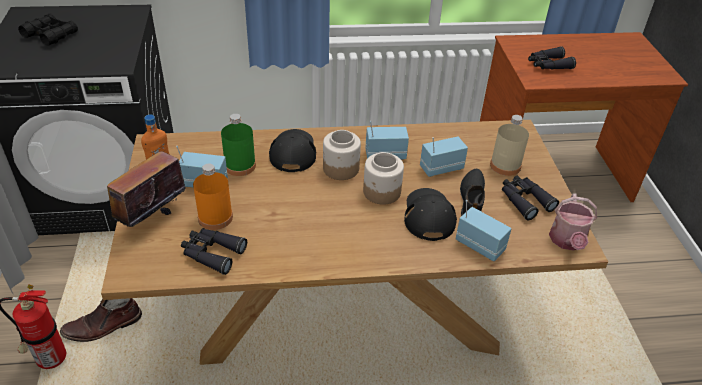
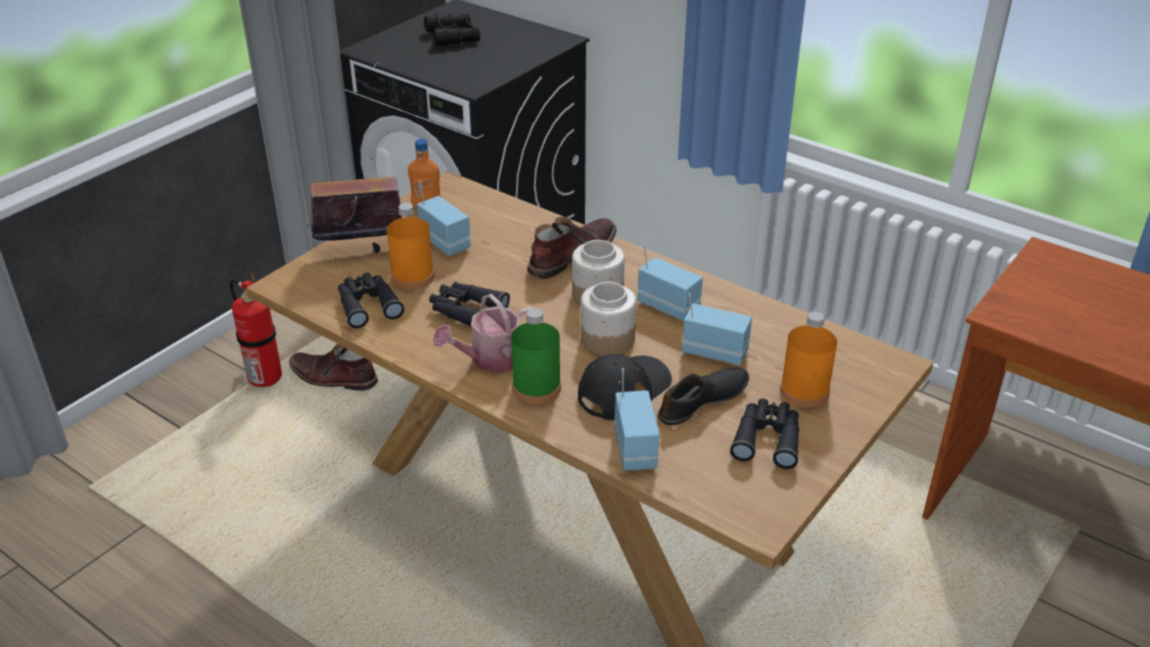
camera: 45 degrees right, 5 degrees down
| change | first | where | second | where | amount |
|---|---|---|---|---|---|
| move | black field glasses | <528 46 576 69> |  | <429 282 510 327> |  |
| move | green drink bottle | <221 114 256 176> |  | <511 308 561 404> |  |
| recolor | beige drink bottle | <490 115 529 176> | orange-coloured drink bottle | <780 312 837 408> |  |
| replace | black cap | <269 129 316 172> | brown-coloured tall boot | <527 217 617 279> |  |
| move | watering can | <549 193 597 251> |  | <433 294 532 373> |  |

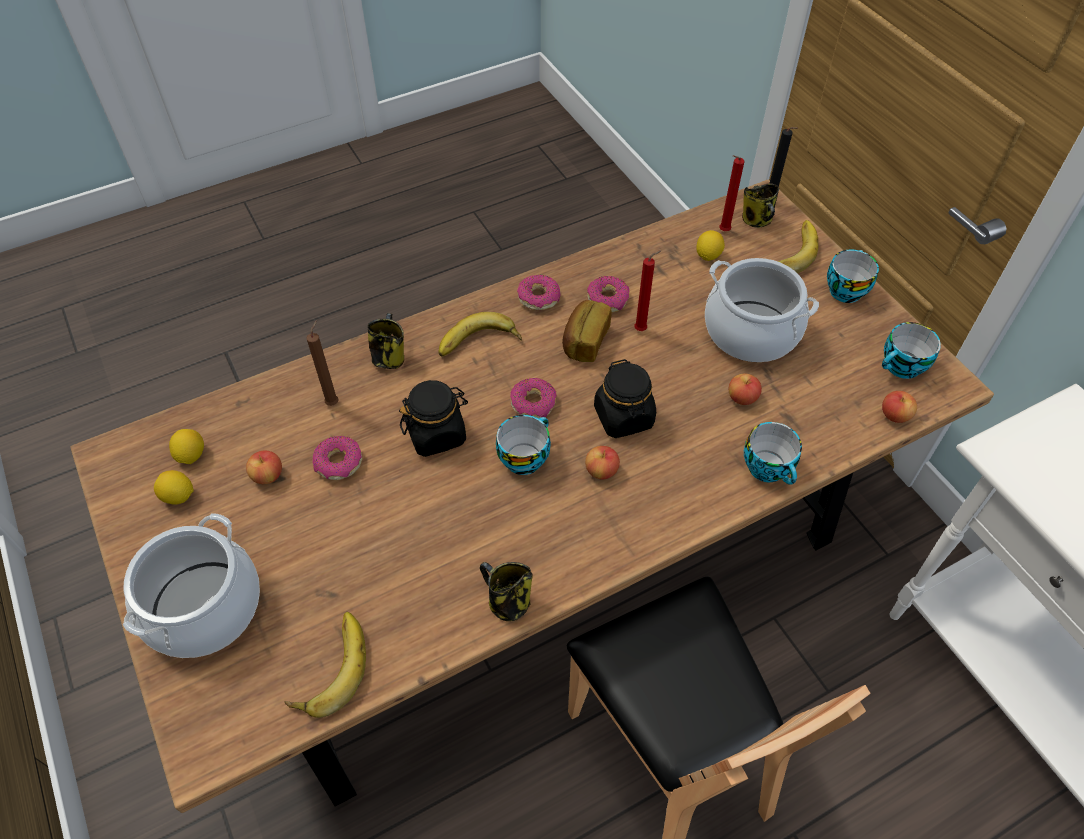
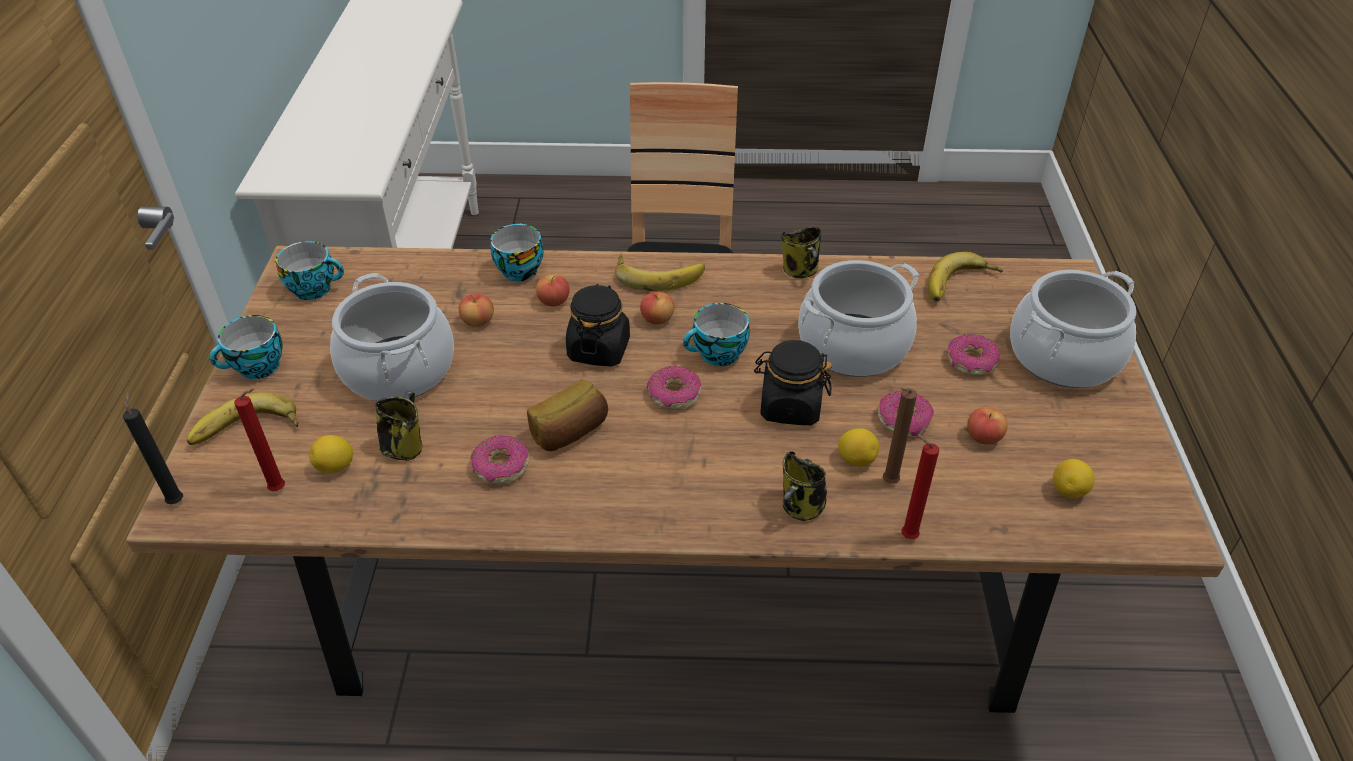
camera: 150 degrees left, 10 degrees down
| change | first | where | second | where | amount |
|---|---|---|---|---|---|
| move | coffee mug | <742 183 779 228> |  | <375 391 423 461> |  |
| move | red-coloured wax light | <634 250 662 331> |  | <901 435 939 539> |  |
| move | doughnut | <517 275 561 310> |  | <948 334 1000 375> |  |
| move | banana fruit | <438 312 522 356> |  | <615 253 705 291> |  |
| move | whole apple | <882 391 917 423> |  | <536 274 570 307> |  |
| move | lemon | <154 470 194 504> |  | <838 428 879 467> |  |
| insert |  |  | saucepot | <798 260 919 377> |  |

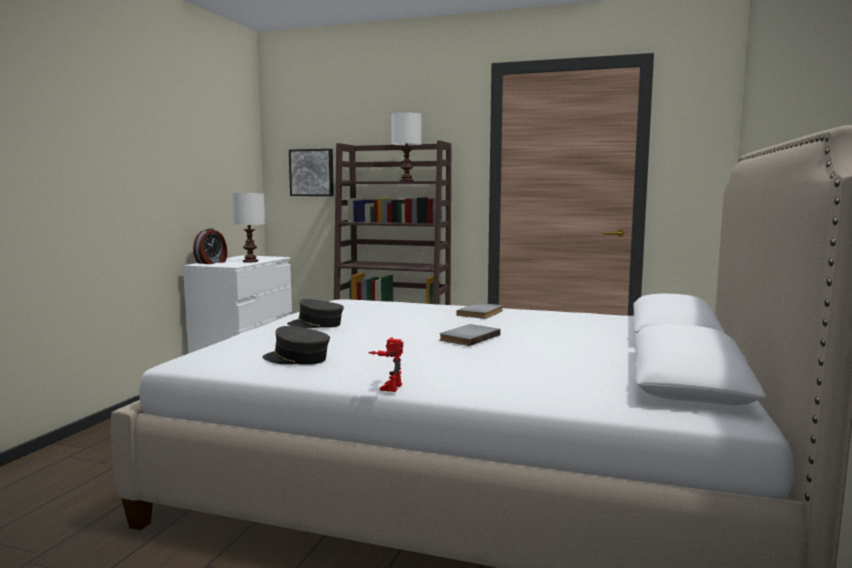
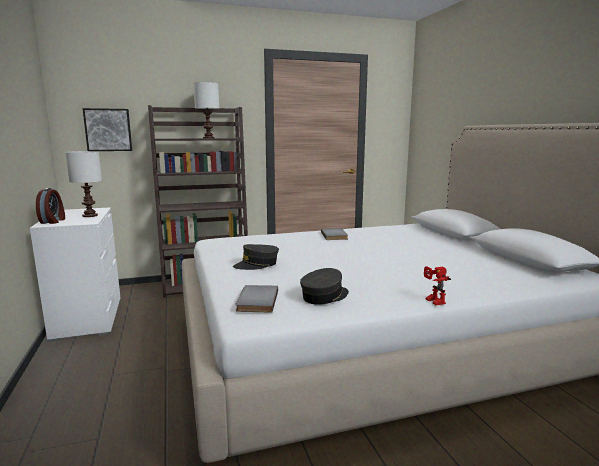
camera: 35 degrees left, 5 degrees up
| change | first | where | second | where | amount |
|---|---|---|---|---|---|
| move | greyish volume | <439 324 501 346> |  | <236 285 278 312> |  |
| rotate | greyish cap | <262 326 330 365> |  | <300 268 349 305> | 150 degrees clockwise |

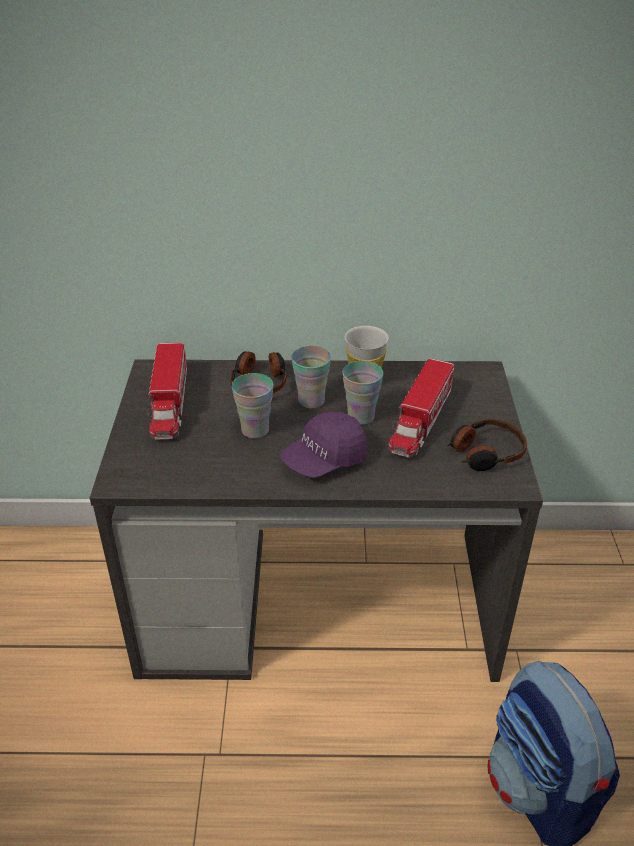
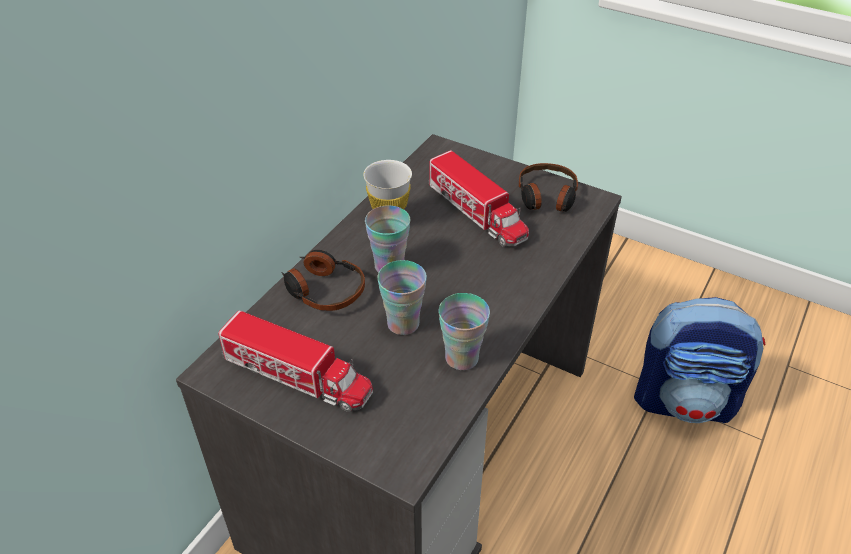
camera: 60 degrees left, 5 degrees up
| change | first | where | second | where | amount |
|---|---|---|---|---|---|
| move | small cup | <343 361 383 425> |  | <438 293 490 370> |  |
| delete | purple-coloured cap | <280 412 367 478> |  |  |  |

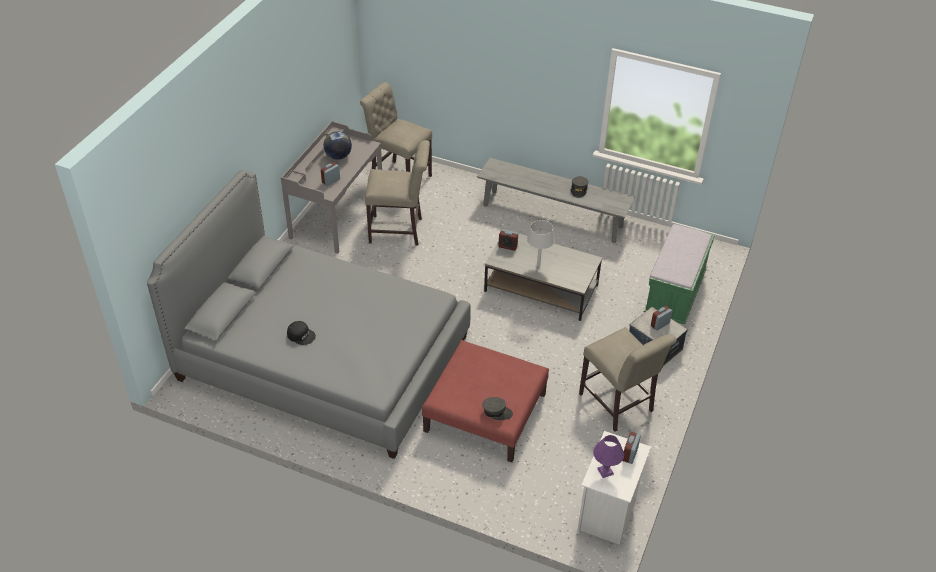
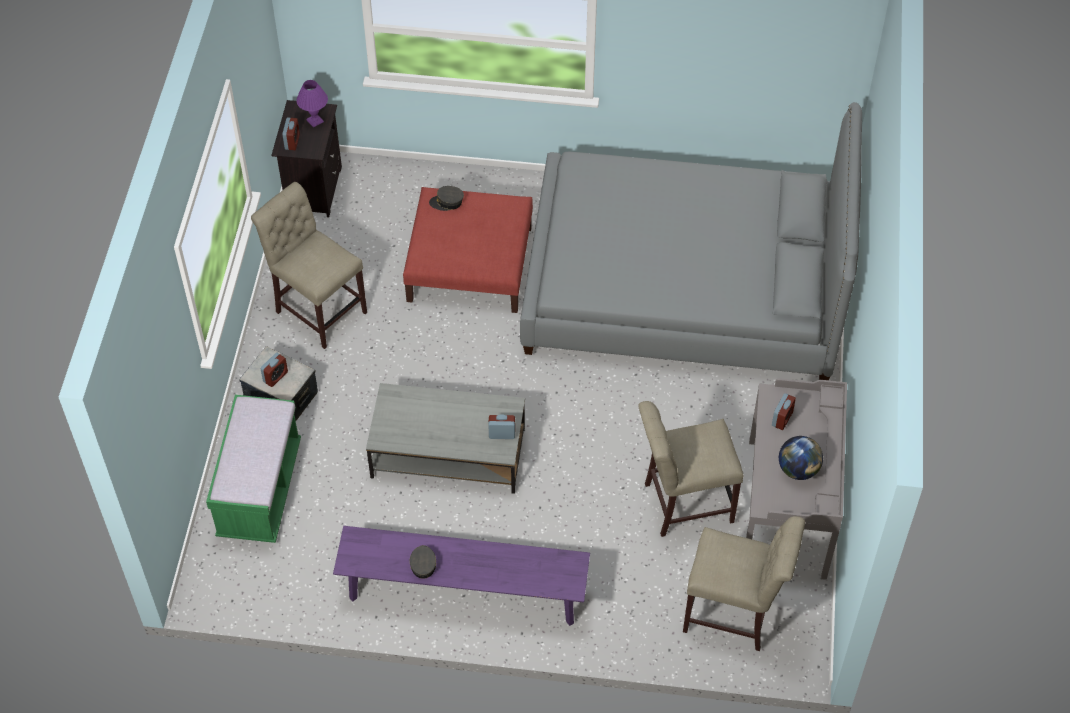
camera: 165 degrees right, 10 degrees up
| change | first | where | second | where | amount |
|---|---|---|---|---|---|
| recolor | greyish bench | <477 158 635 243> | purple-coloured bench | <333 526 590 626> |  |
| delete | greyish tabletop lamp | <527 220 555 266> |  |  |  |
| delete | black cap | <287 321 316 345> |  |  |  |
| recolor | whitish bedside table | <577 431 651 545> | black bedside table | <271 100 342 217> |  |

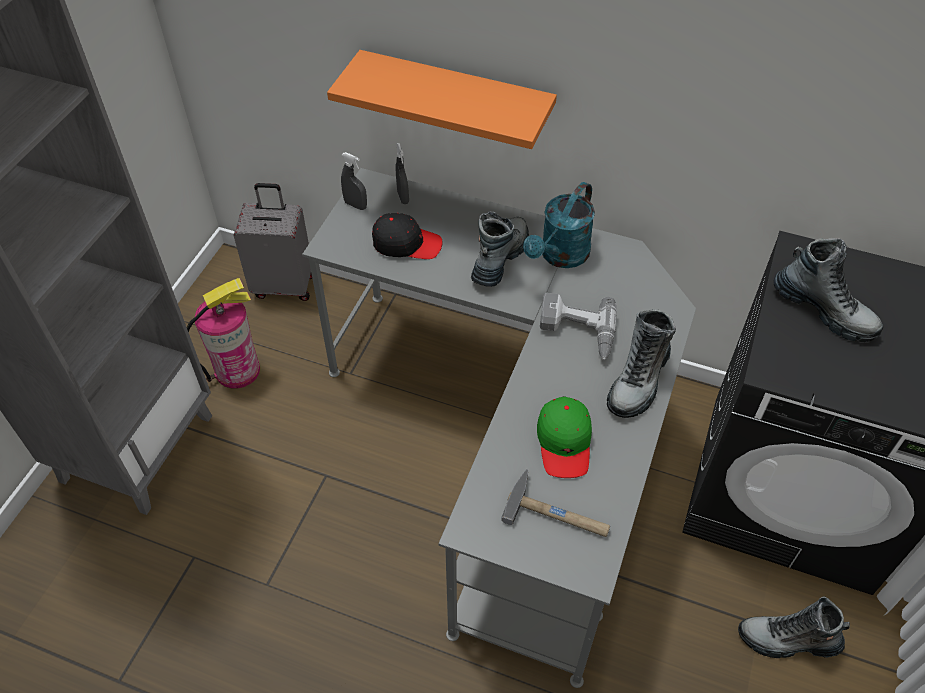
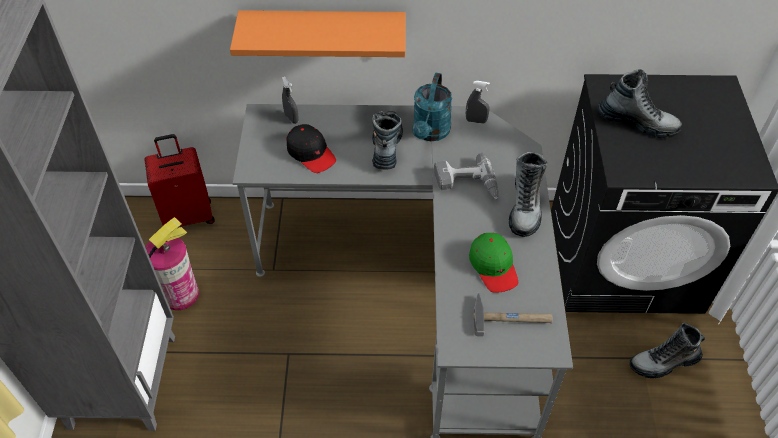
camera: 20 degrees left, 0 degrees up
| change | first | where | second | where | amount |
|---|---|---|---|---|---|
| move | greyish sprayer | <341 152 367 210> |  | <466 81 490 124> |  |
| recolor | greyish piece of luggage | <233 183 312 301> | red-coloured piece of luggage | <144 134 215 227> |  |
| rotate | black cap | <372 213 443 259> |  | <287 124 336 173> | 60 degrees clockwise |

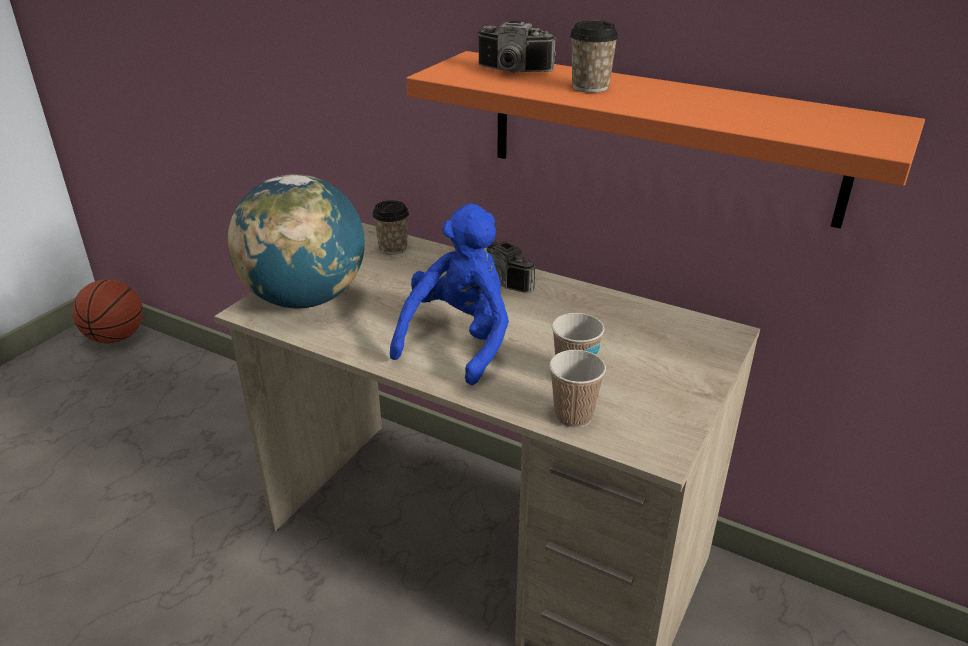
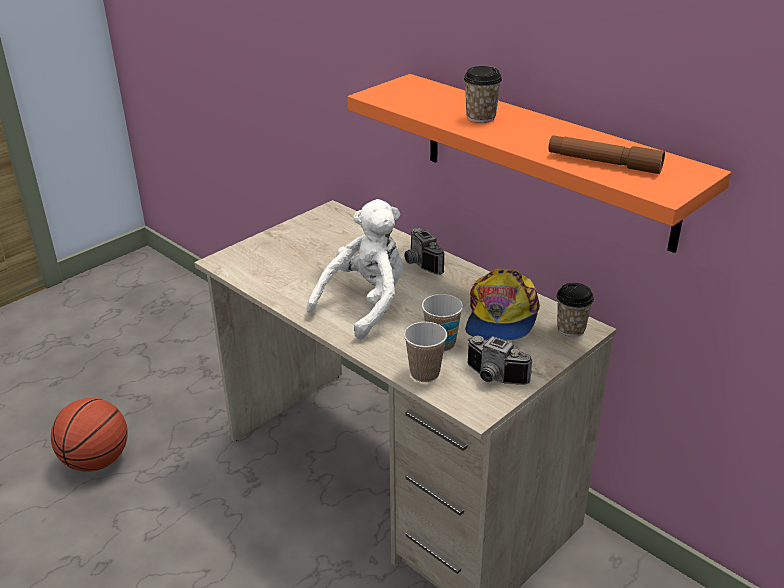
camera: 15 degrees right, 0 degrees up
| change | first | where | second | where | amount |
|---|---|---|---|---|---|
| move | photo camera | <477 21 557 73> |  | <468 336 533 385> |  |
| delete | world globe | <228 174 365 308> |  |  |  |
| move | small cup | <372 200 409 255> |  | <557 283 594 337> |  |
| recolor | bluish cuddly toy | <390 204 509 385> | whitish cuddly toy | <306 199 403 340> |  |
| move | basketball ball | <72 280 143 343> |  | <51 398 128 472> |  |
| insert |  |  | brown-coloured flashlight | <548 135 665 174> |  |
| insert |  |  | cap | <465 268 540 341> |  |

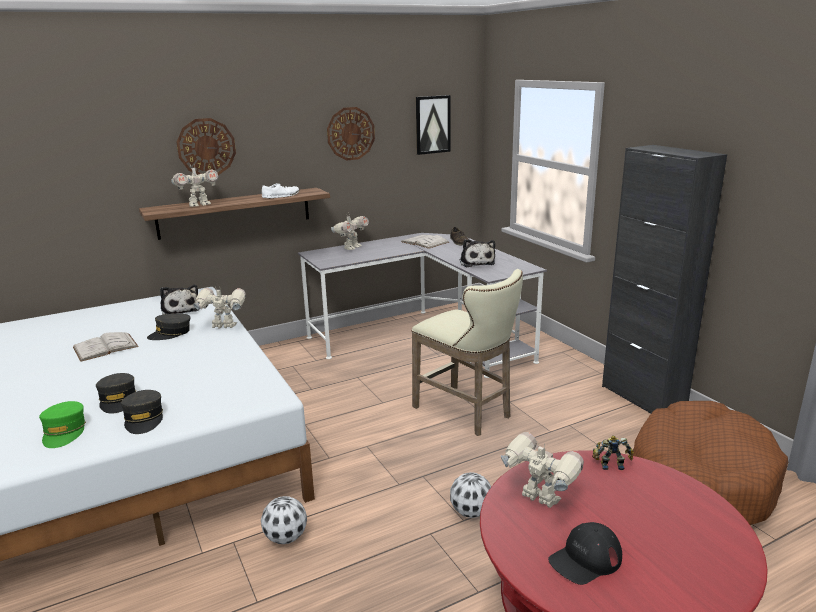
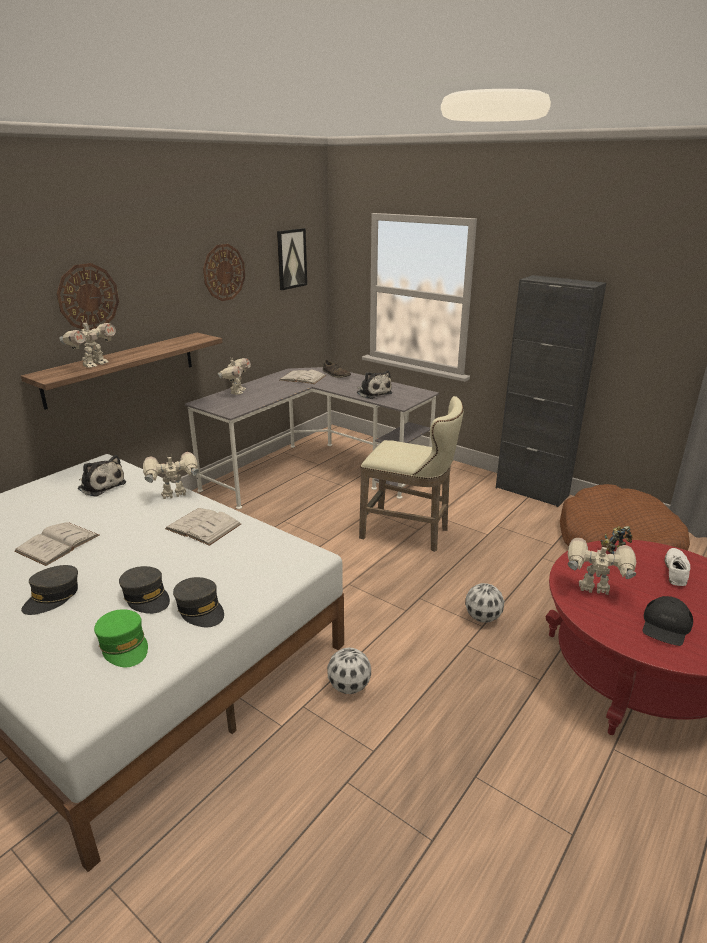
camera: 25 degrees left, 5 degrees up
| change | first | where | second | where | amount |
|---|---|---|---|---|---|
| move | whitish shoe | <262 183 299 198> |  | <665 548 691 586> |  |
| move | greyish cap | <147 314 191 340> |  | <21 565 78 615> |  |
| insert |  |  | whitish volume | <165 508 241 546> |  |

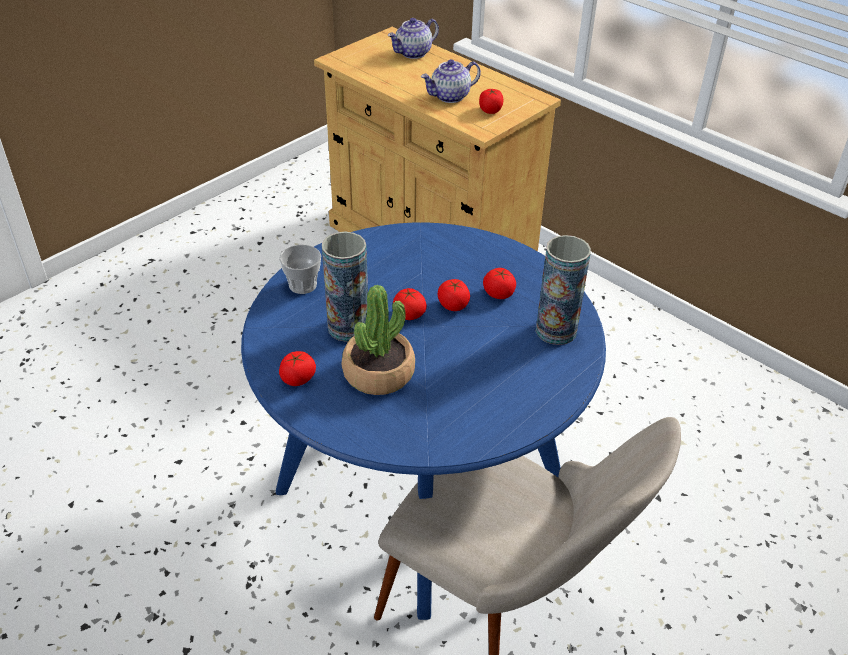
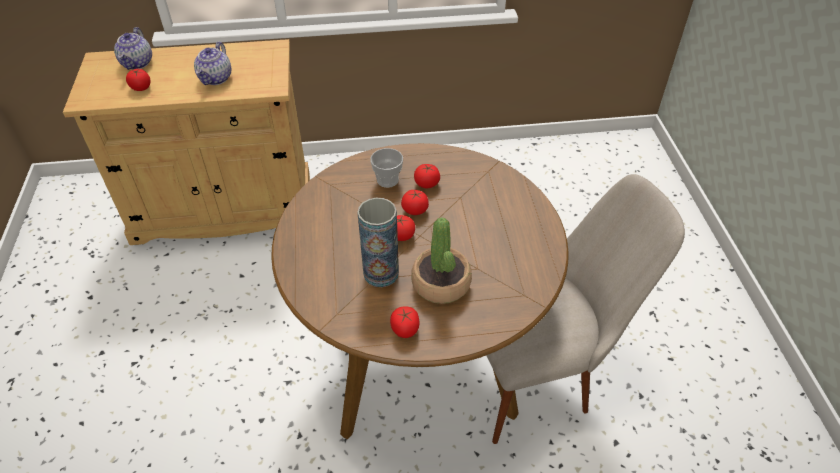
camera: 50 degrees left, 5 degrees up
| change | first | where | second | where | amount |
|---|---|---|---|---|---|
| move | whole tomato | <479 89 503 114> |  | <126 69 151 91> |  |
| recolor | bluish kitchen table | <241 223 606 620> | brown-coloured kitchen table | <271 143 569 439> |  |
| delete | flower vase | <536 235 591 345> |  |  |  |
| move | small cup | <279 244 321 294> |  | <371 148 403 188> |  |

